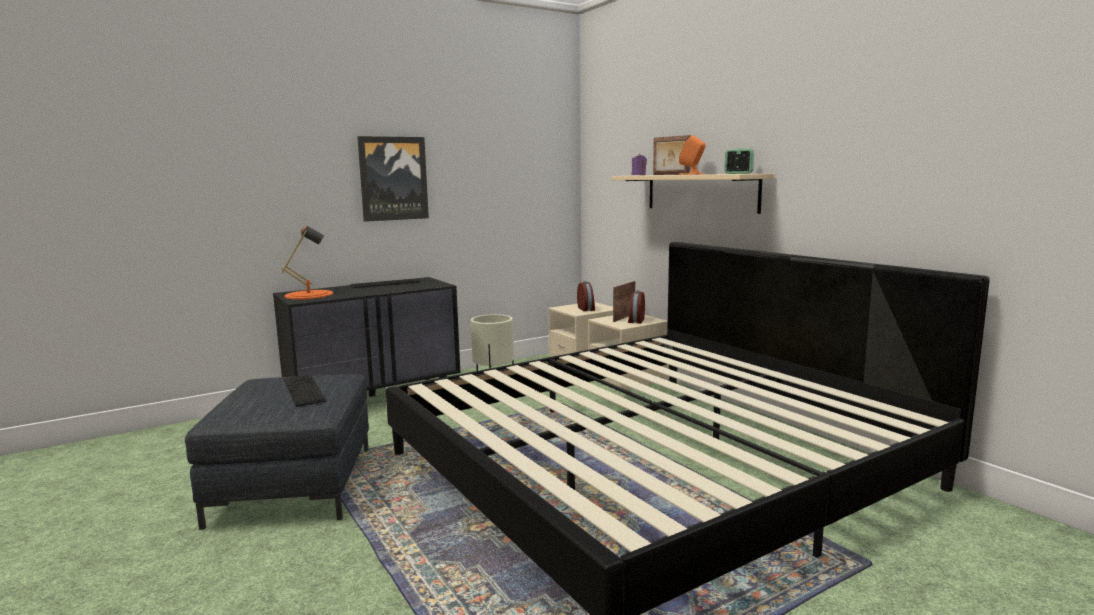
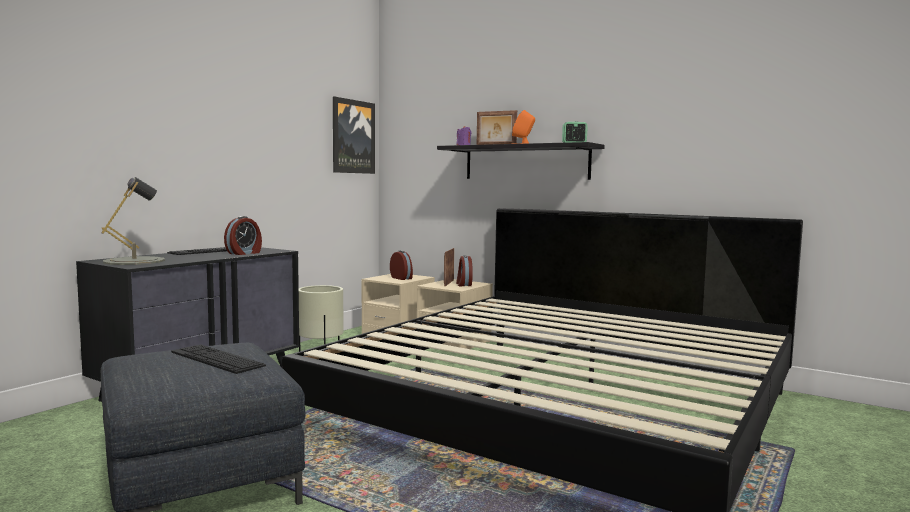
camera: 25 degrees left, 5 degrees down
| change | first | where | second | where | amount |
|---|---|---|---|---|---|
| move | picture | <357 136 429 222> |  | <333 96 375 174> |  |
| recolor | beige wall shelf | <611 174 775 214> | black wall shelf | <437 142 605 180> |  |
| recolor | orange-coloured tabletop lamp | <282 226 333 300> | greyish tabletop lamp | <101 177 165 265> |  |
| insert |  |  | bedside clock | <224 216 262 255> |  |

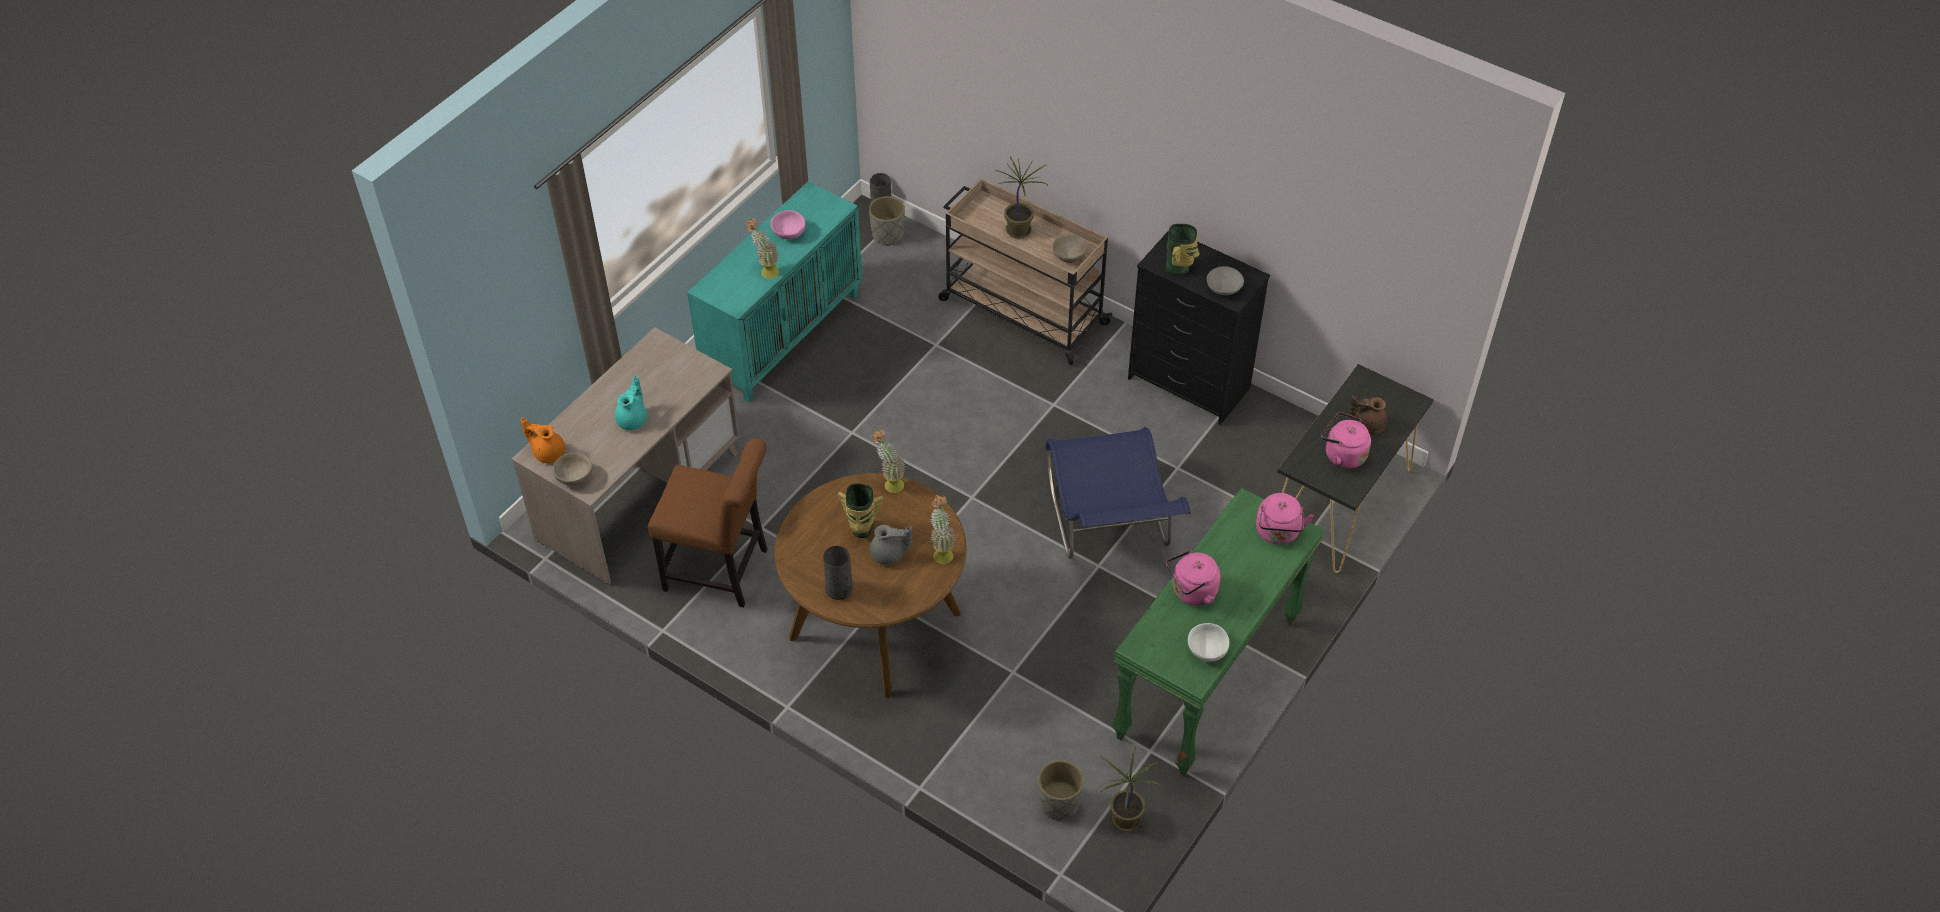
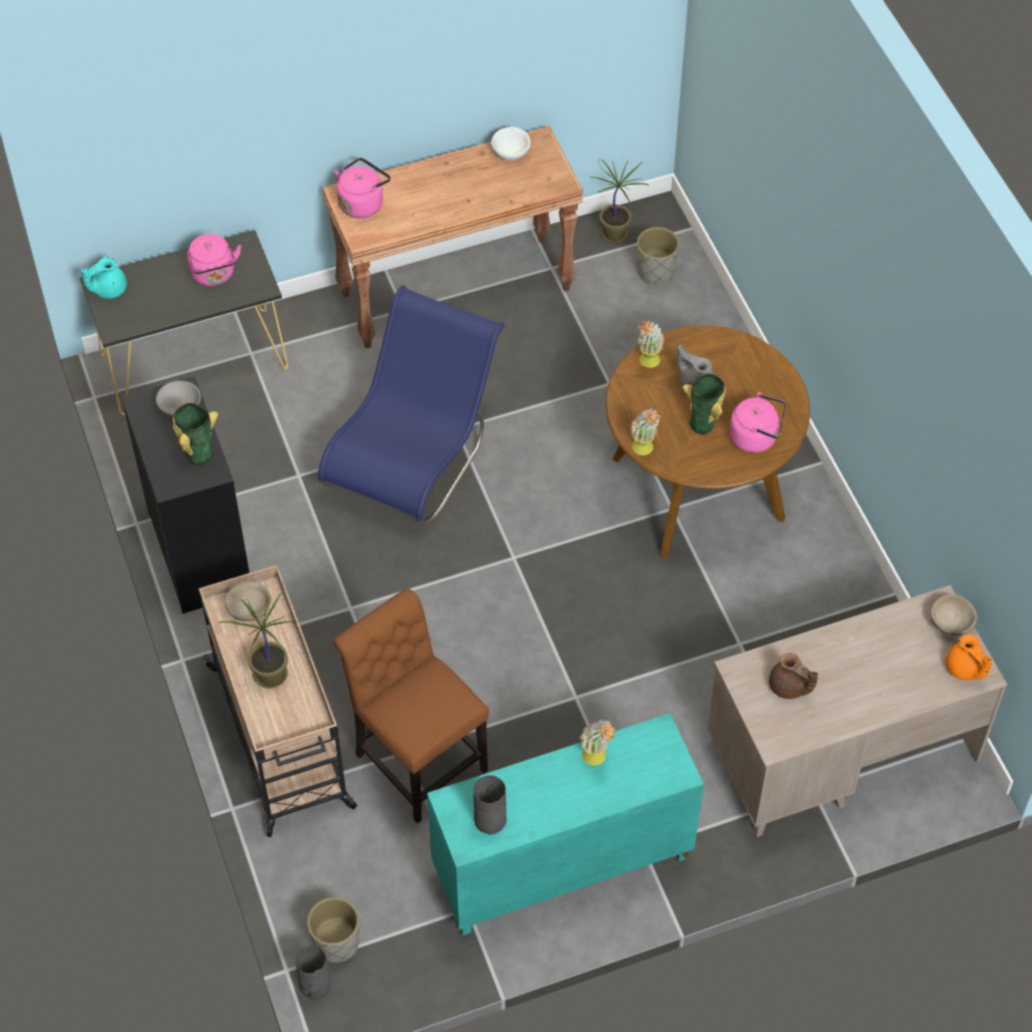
camera: 145 degrees left, 5 degrees up
| change | first | where | second | where | amount |
|---|---|---|---|---|---|
| delete | pink-coloured serving bowl | <771 210 806 240> |  |  |  |
| move | blue-green pot for tea | <615 375 647 430> |  | <81 257 127 299> |  |
| move | brown-coloured pot for tea | <1349 395 1387 435> |  | <769 653 818 699> |  |
| move | brown-coloured plain chair | <648 438 768 608> |  | <334 589 489 824> |  |
| recolor | green hall table | <1112 488 1325 777> | brown-coloured hall table | <322 126 583 349> |  |
| move | greyish flower vase | <823 546 853 600> |  | <474 775 507 835> |  |
| move | pink-coloured water kettle | <1166 550 1220 606> |  | <729 392 786 453> |  |

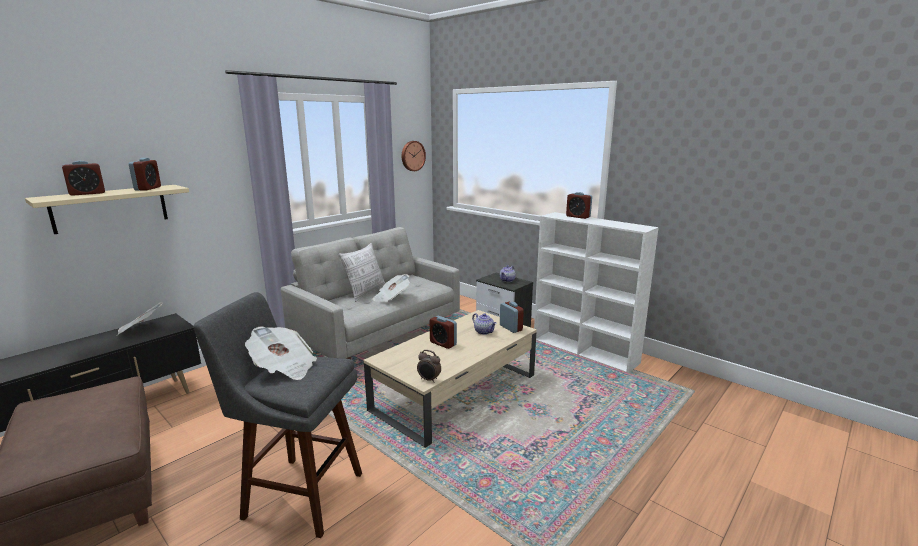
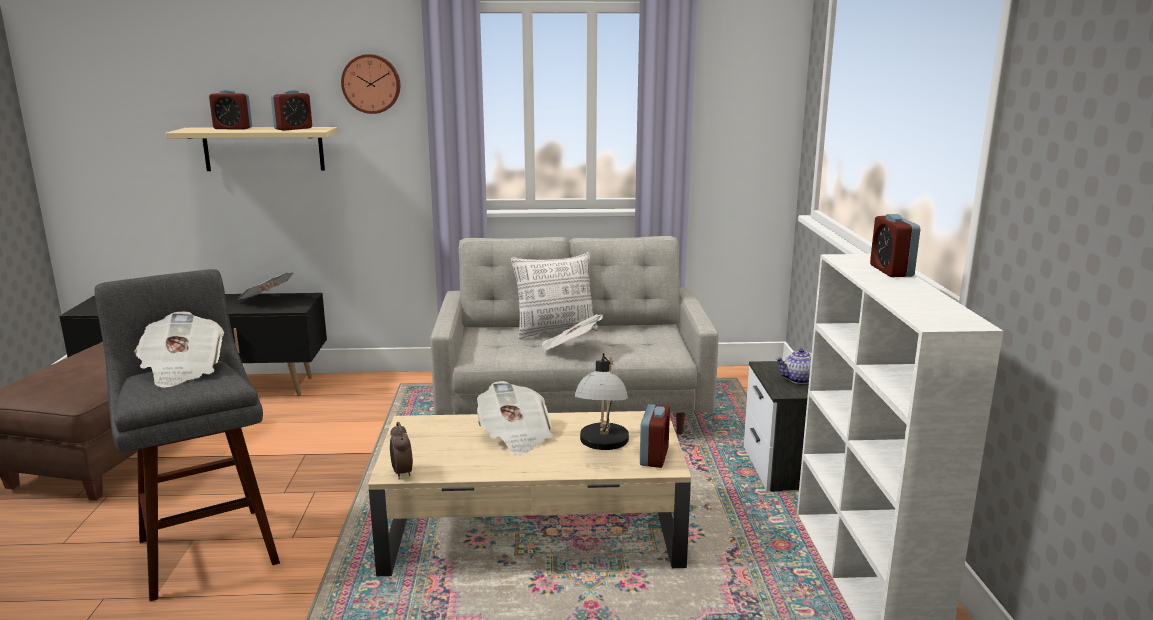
camera: 45 degrees right, 0 degrees up
| change | first | where | second | where | amount |
|---|---|---|---|---|---|
| move | clock on the wall | <402 141 426 171> |  | <341 54 400 114> |  |
| replace | pot for tea | <472 313 497 335> | tabletop lamp | <575 353 629 450> |  |
| replace | bedside clock | <429 316 457 349> | printed paper | <477 381 553 455> |  |

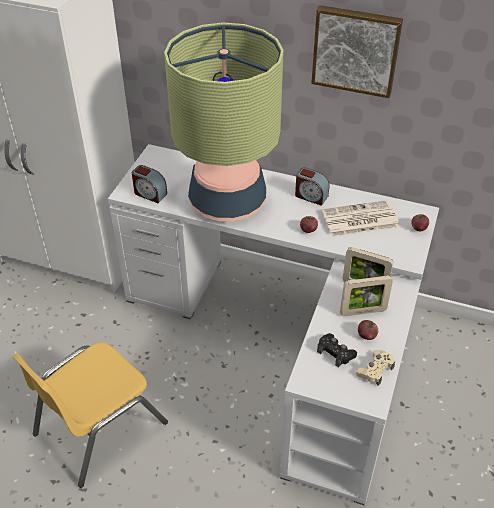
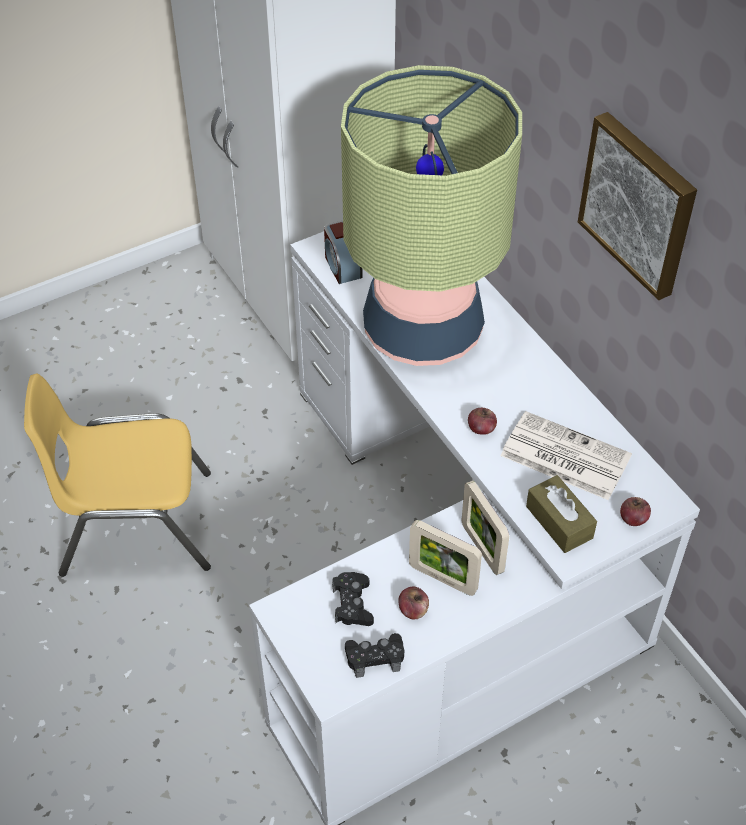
camera: 40 degrees right, 5 degrees up
| change | first | where | second | where | amount |
|---|---|---|---|---|---|
| delete | bedside clock | <295 167 329 206> |  |  |  |
| recolor | beige game controller | <356 350 395 386> | black game controller | <345 633 404 678> |  |
| insert |  |  | brown-coloured box of tissues | <526 475 597 553> |  |

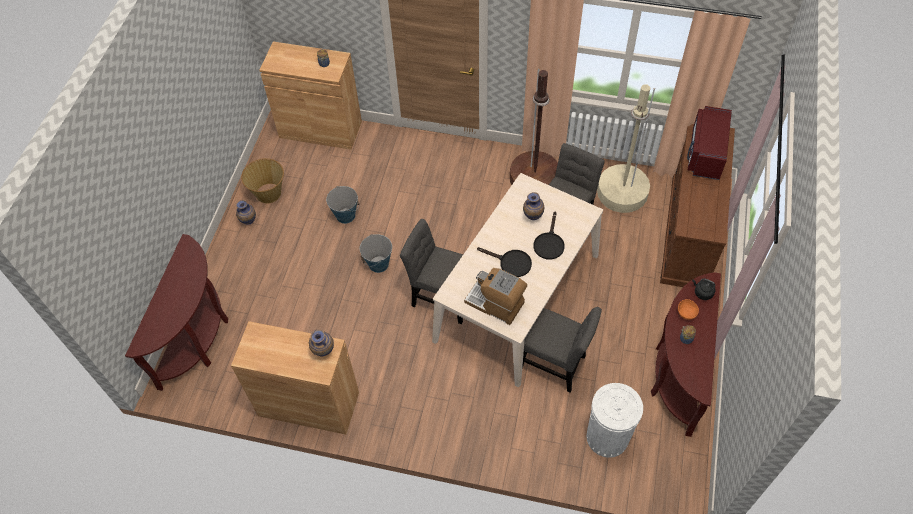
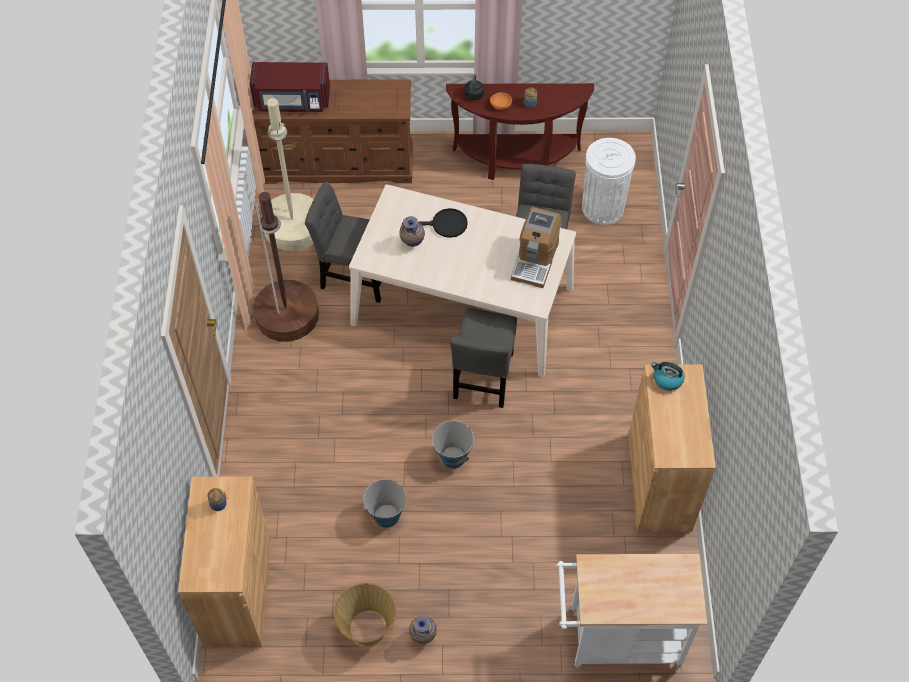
camera: 105 degrees left, 0 degrees up
| change | first | where | second | where | amount |
|---|---|---|---|---|---|
| replace | brown-coloured hall table | <125 234 228 391> | whitish wheeled cart | <557 554 707 668> |  |
| delete | black pan | <477 247 532 277> |  |  |  |
| replace | flower vase | <309 330 334 356> | water kettle | <651 362 685 391> |  |

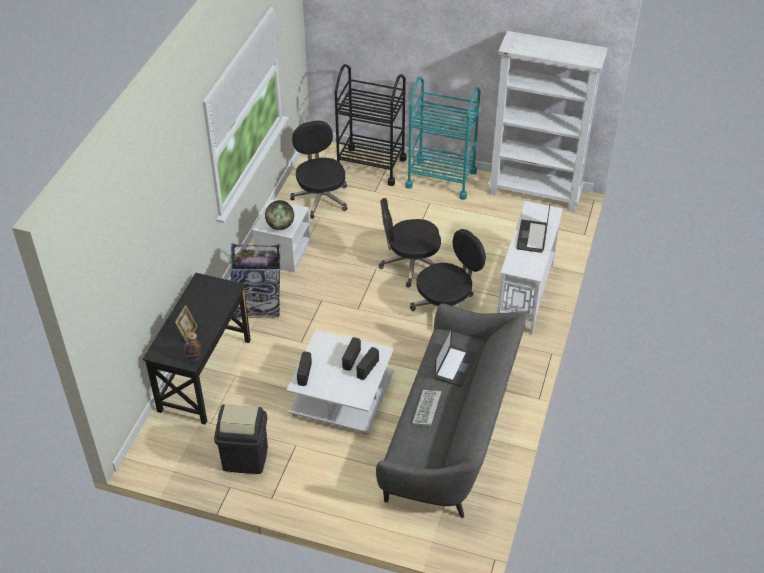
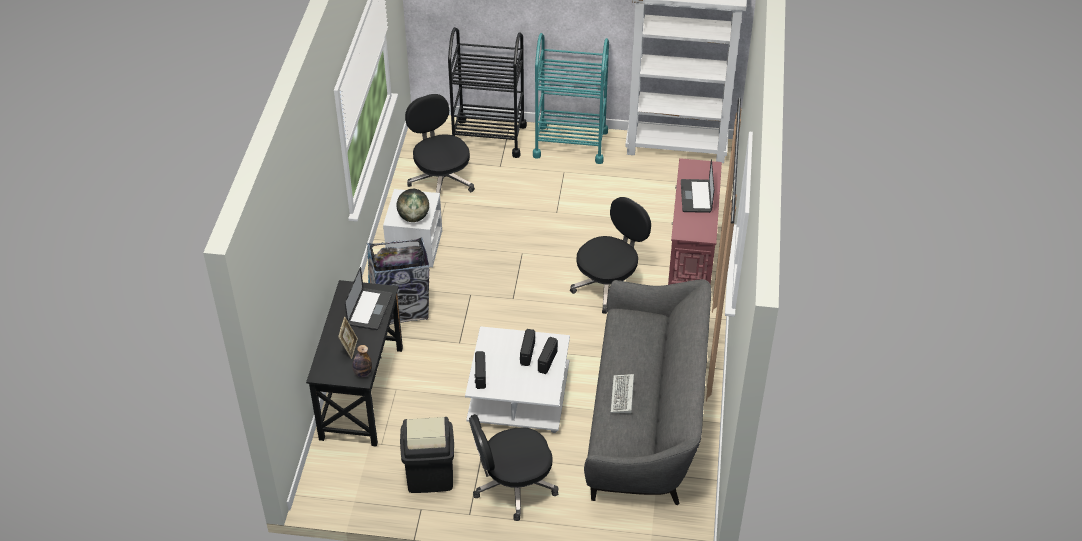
camera: 10 degrees left, 0 degrees up
| change | first | where | second | where | amount |
|---|---|---|---|---|---|
| move | black computer chair | <379 198 441 288> |  | <469 414 558 521> |  |
| recolor | whitish hall table | <497 201 563 335> | red-coloured hall table | <668 158 722 285> |  |
| move | notebook computer | <435 327 477 387> |  | <345 267 392 330> |  |

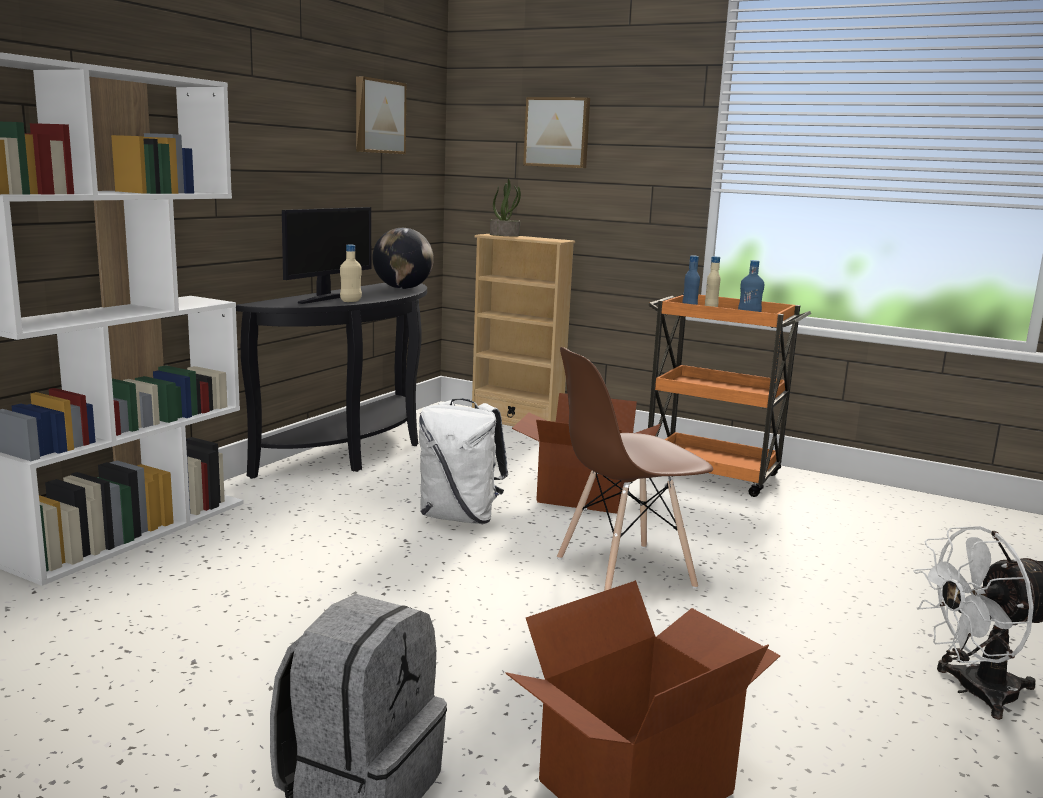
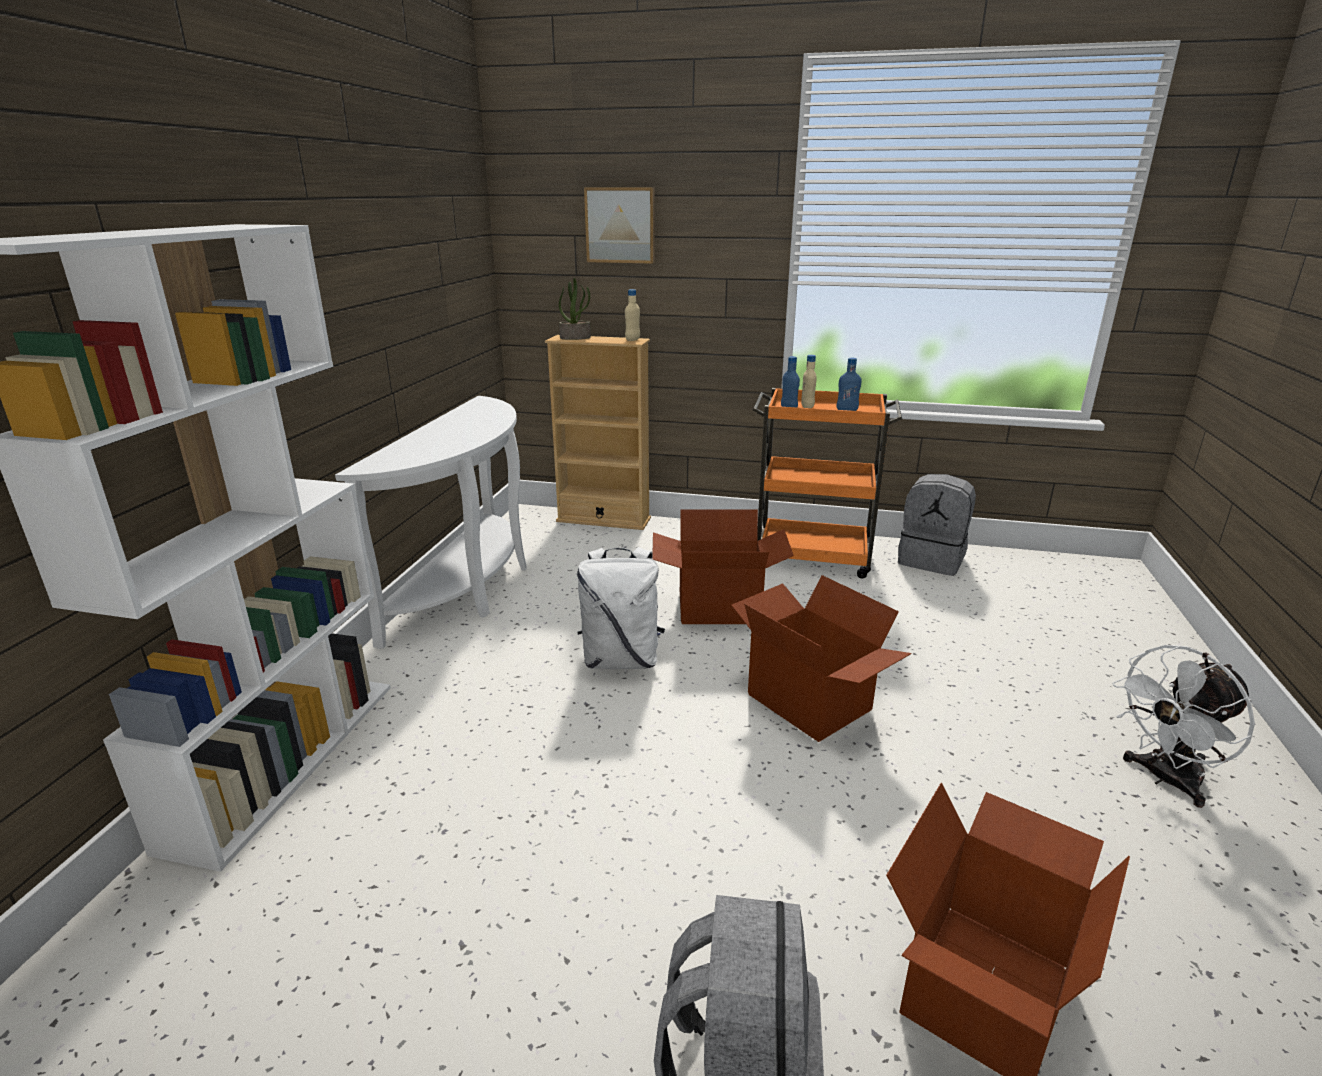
camera: 15 degrees left, 10 degrees up
| change | first | where | second | where | amount |
|---|---|---|---|---|---|
| delete | picture | <356 76 406 154> |  |  |  |
| delete | monitor | <282 207 371 304> |  |  |  |
| delete | world globe | <372 228 434 289> |  |  |  |
| move | beige drink bottle | <340 245 362 302> |  | <625 289 640 341> |  |
| recolor | black hall table | <236 283 427 479> | whitish hall table | <335 396 527 649> |  |
| replace | brown-coloured plain chair | <557 347 713 591> | carton | <731 575 912 742> |  |
| insert |  |  | greyish backpack | <898 474 976 576> |  |

